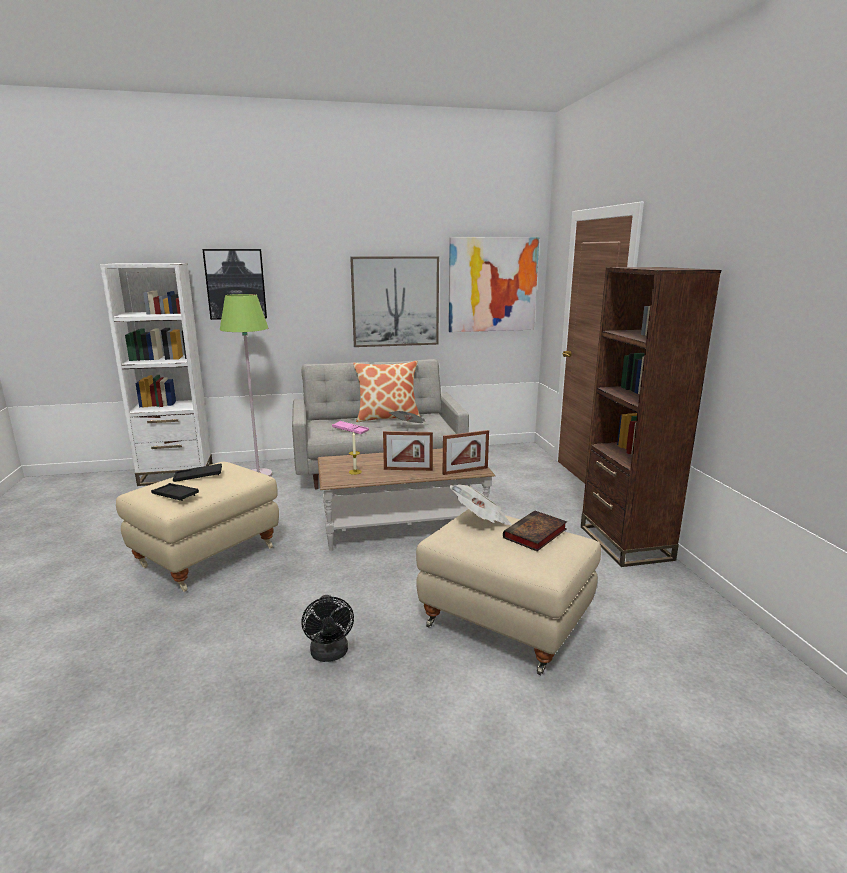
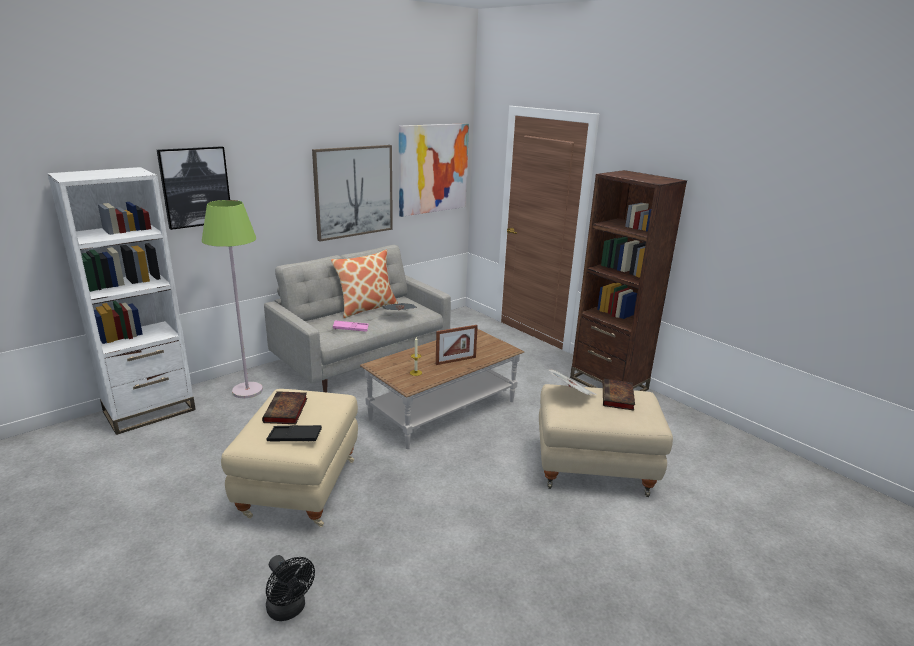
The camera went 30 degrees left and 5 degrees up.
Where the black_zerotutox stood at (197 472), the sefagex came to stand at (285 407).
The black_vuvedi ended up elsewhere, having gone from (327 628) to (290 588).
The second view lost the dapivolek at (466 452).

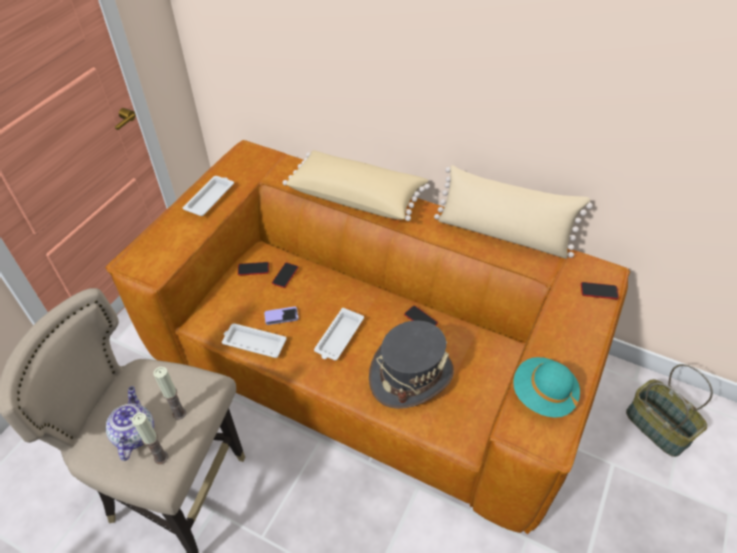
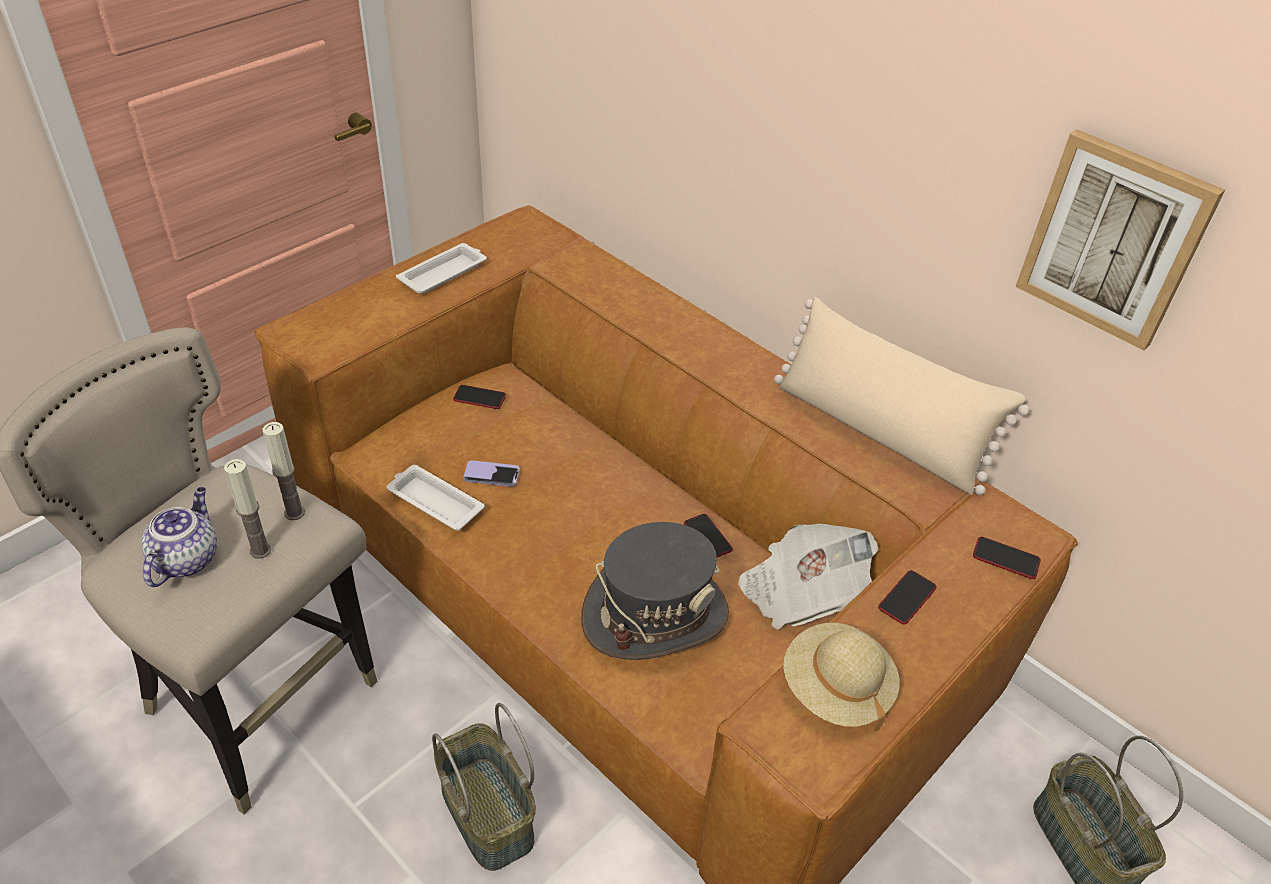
The camera went 15 degrees right and 5 degrees down.
The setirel ended up elsewhere, having gone from (150 438) to (283 471).
The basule ended up elsewhere, having gone from (285 275) to (907 597).
The second view lost the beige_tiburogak at (356 185).
The second view lost the white_zerotutox at (339 334).
What was the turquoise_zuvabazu at (546 387) turned into the beige_zuvabazu at (841 677).
The second view gained the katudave at (484 787).
The second view gained the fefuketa at (808 576).
The second view gained the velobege at (1120 240).

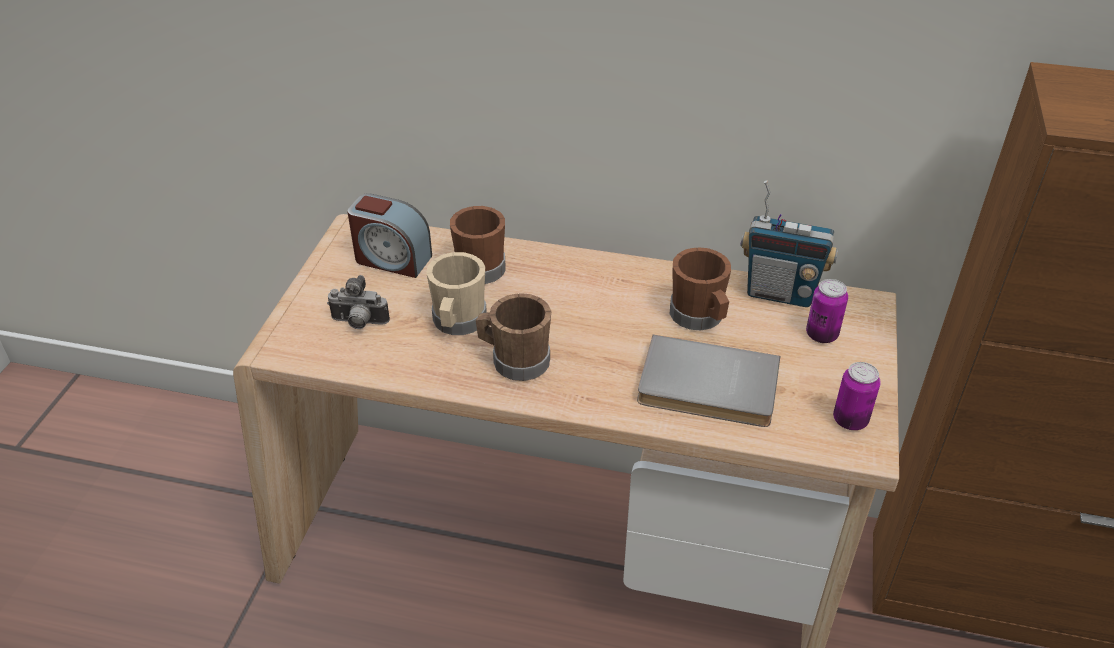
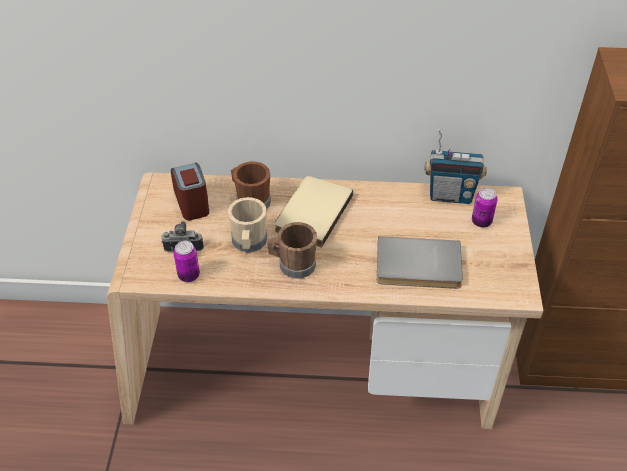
The camera went 10 degrees left and 5 degrees up.
The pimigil at (389 235) ended up facing another way, 120 degrees counterclockwise from before.
The second view lost the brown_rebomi at (700 288).
The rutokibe ended up elsewhere, having gone from (857 396) to (186 261).
The second view gained the beige_sefagex at (313 212).

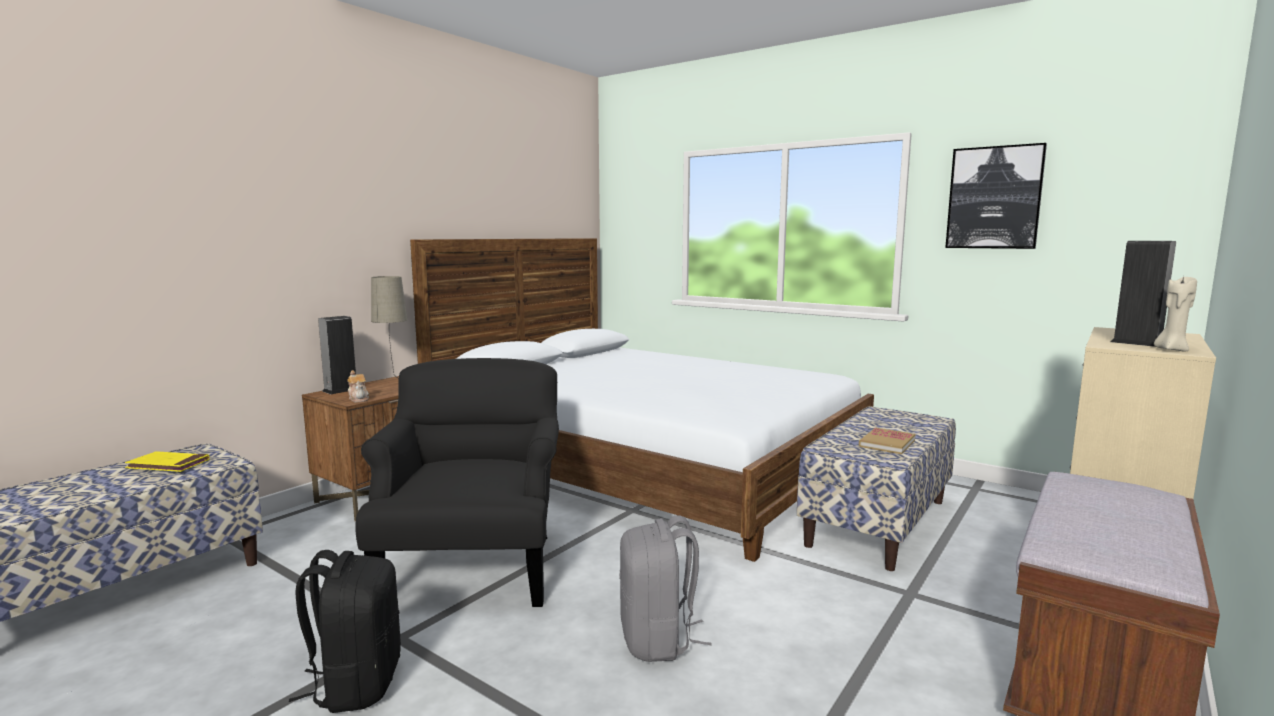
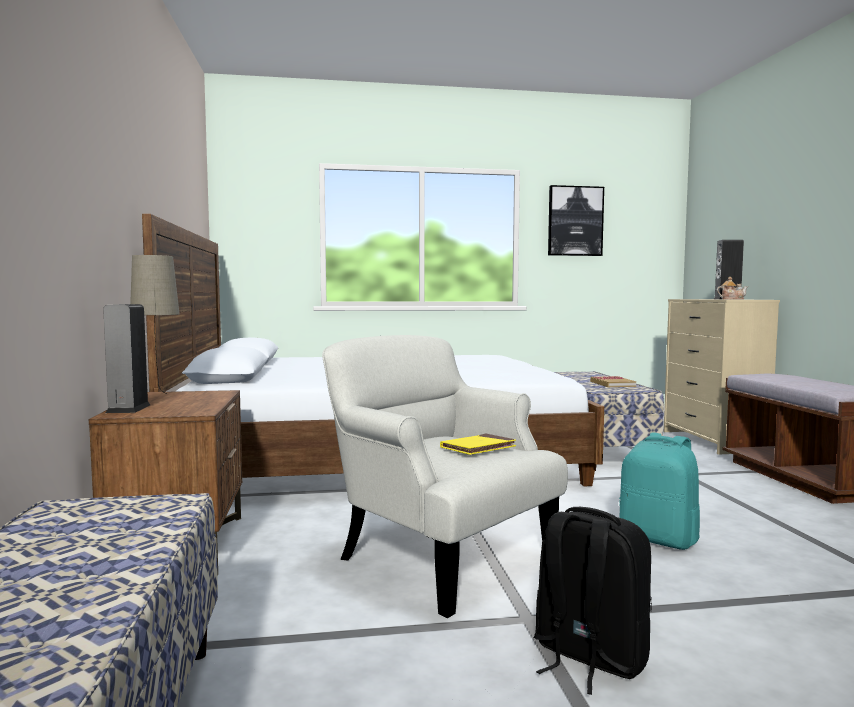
The camera went 45 degrees left and 5 degrees down.
The yellow_sefagex ended up elsewhere, having gone from (167 461) to (478 444).
The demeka ended up elsewhere, having gone from (358 386) to (732 288).
What was the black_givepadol at (457 482) turned into the white_givepadol at (445 476).
What was the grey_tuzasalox at (666 588) turned into the turquoise_tuzasalox at (659 491).
The second view lost the beige_setirel at (1175 314).

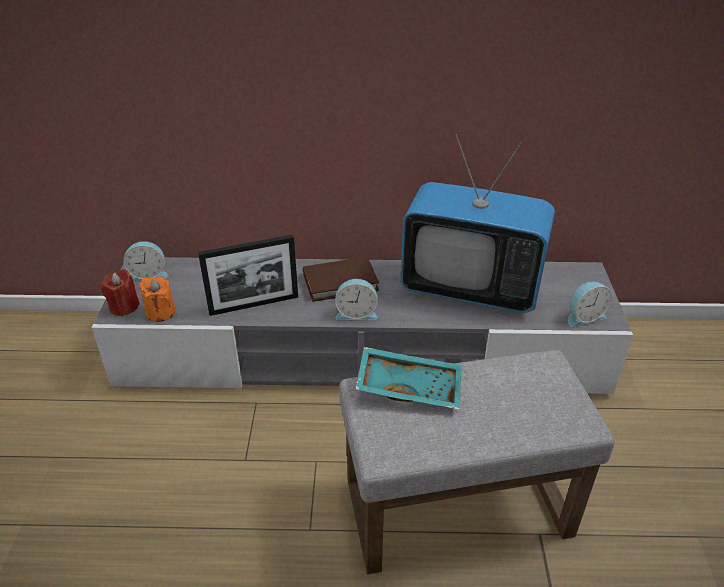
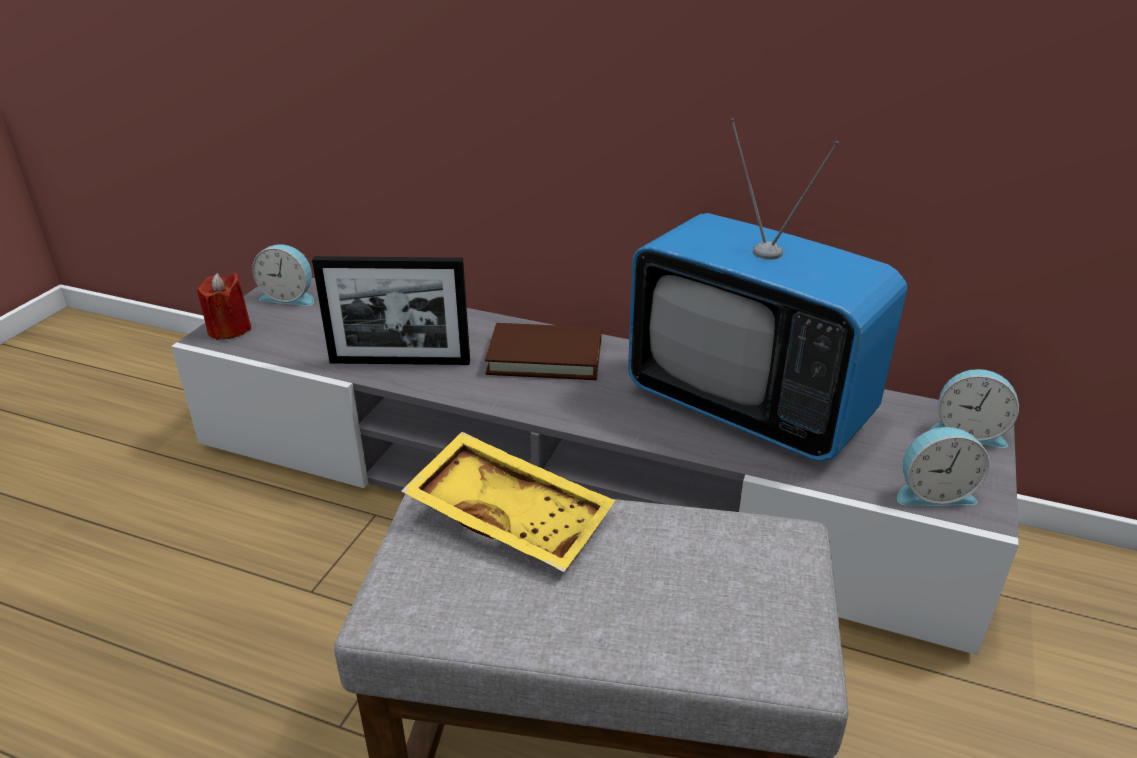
The camera went 20 degrees right and 5 degrees down.
The second view lost the orange_setirel at (157 299).
The pimigil ended up elsewhere, having gone from (356 299) to (974 408).
What was the turquoise_zerotutox at (409 378) turned into the yellow_zerotutox at (508 502).

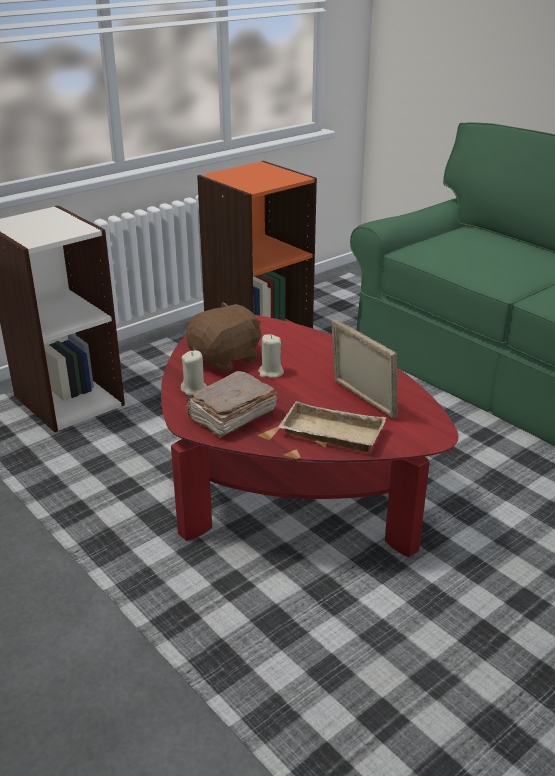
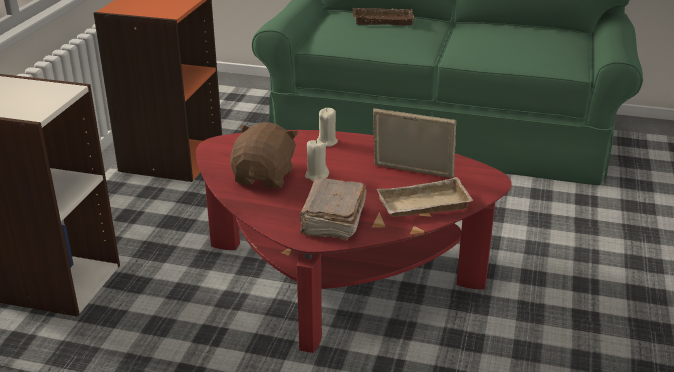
The camera went 35 degrees left and 0 degrees up.
The beige_setirel ended up elsewhere, having gone from (194 372) to (327 127).
The second view gained the brown_zerotutox at (384 16).

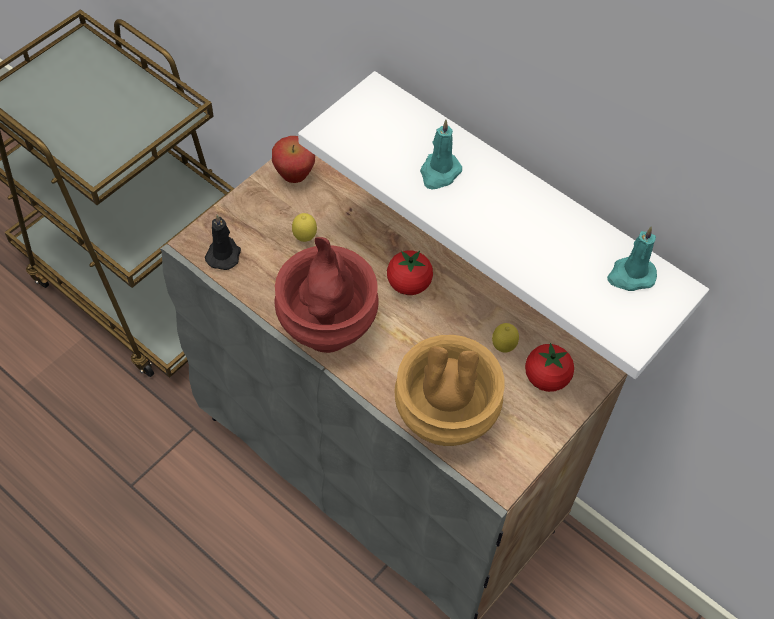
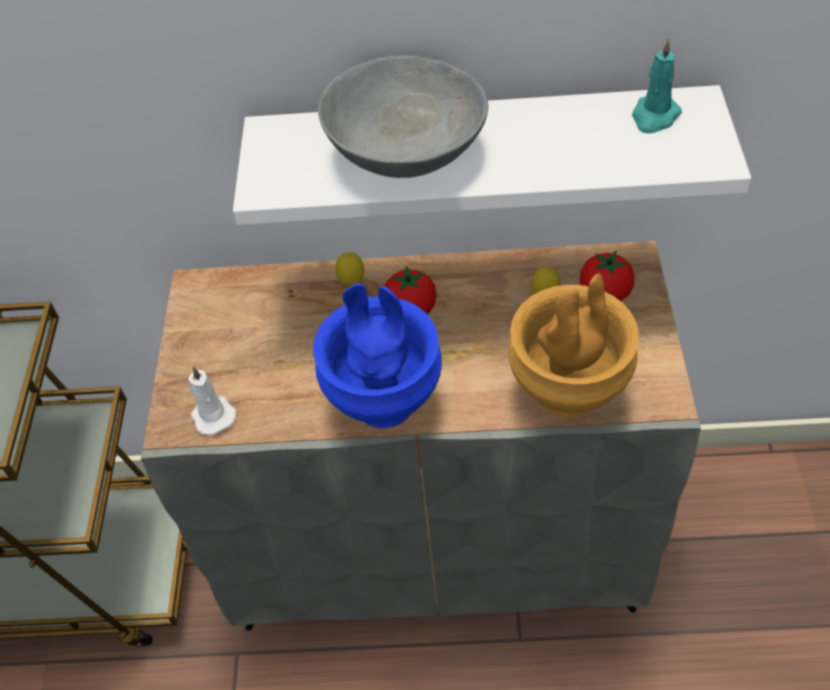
The camera went 35 degrees left and 5 degrees down.
What was the black_setirel at (223 242) turned into the white_setirel at (212 400).
The second view lost the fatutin at (293 159).
What was the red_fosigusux at (327 295) turned into the blue_fosigusux at (377 355).
The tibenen ended up elsewhere, having gone from (304 227) to (350 269).
Where the turquoise_setirel stood at (441 155), the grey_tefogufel came to stand at (403 116).

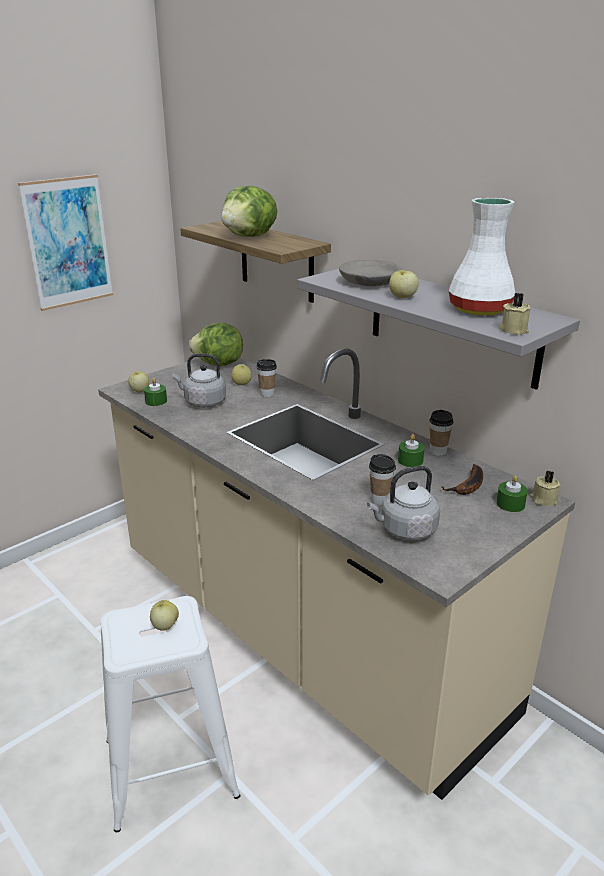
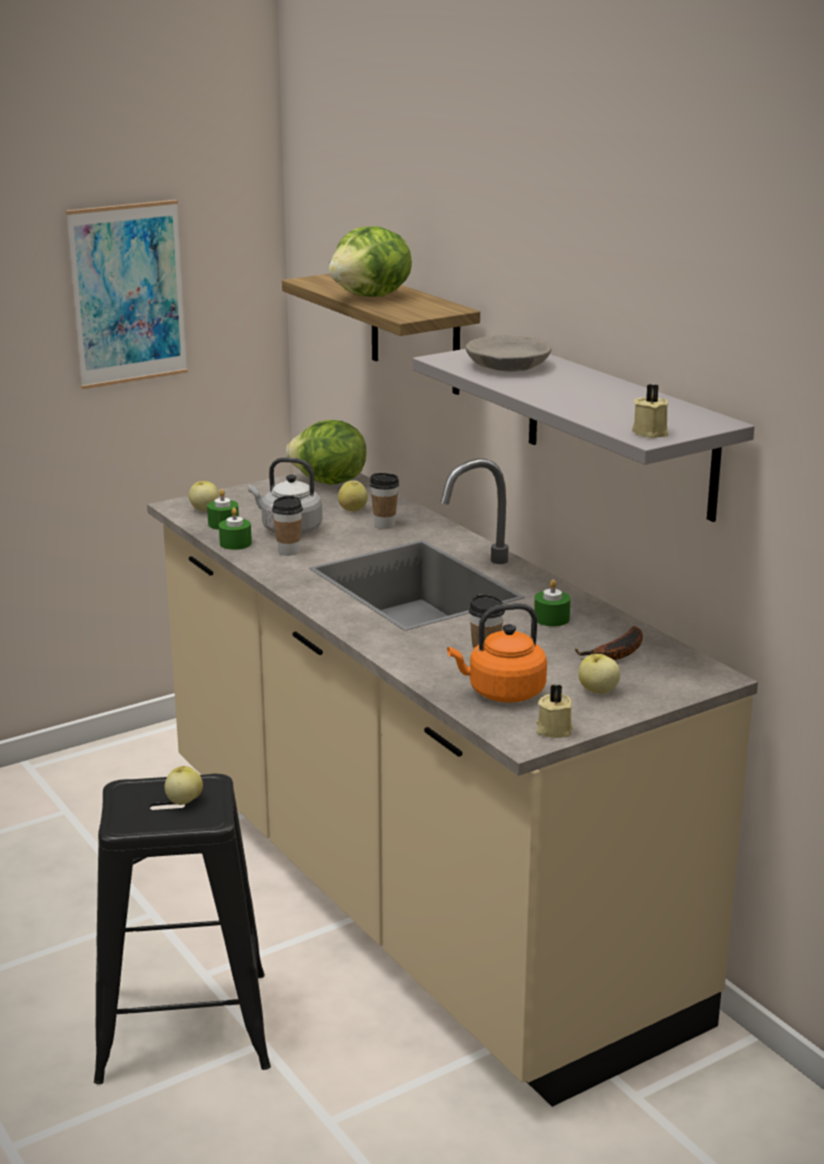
The camera went 10 degrees right and 5 degrees down.
What was the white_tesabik at (170 714) turned into the black_tesabik at (182 929).
What was the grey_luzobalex at (403 503) turned into the orange_luzobalex at (497 652).
The fatutin ended up elsewhere, having gone from (404 284) to (599 674).
The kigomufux ended up elsewhere, having gone from (441 433) to (287 526).
The second view lost the white_fosigusux at (482 256).
The green_setirel ended up elsewhere, having gone from (512 494) to (235 529).
The beige_setirel ended up elsewhere, having gone from (545 488) to (554 711).

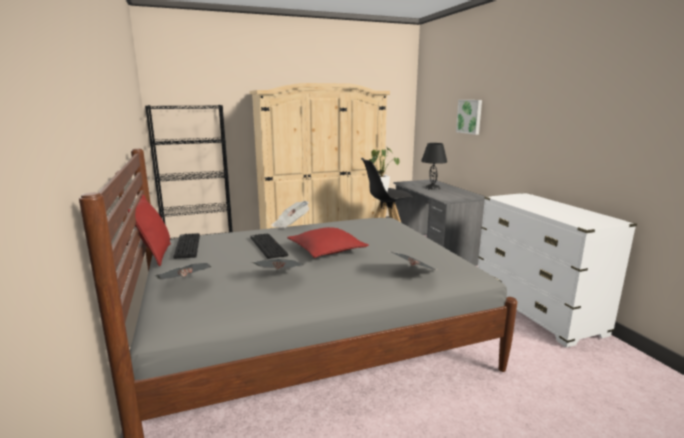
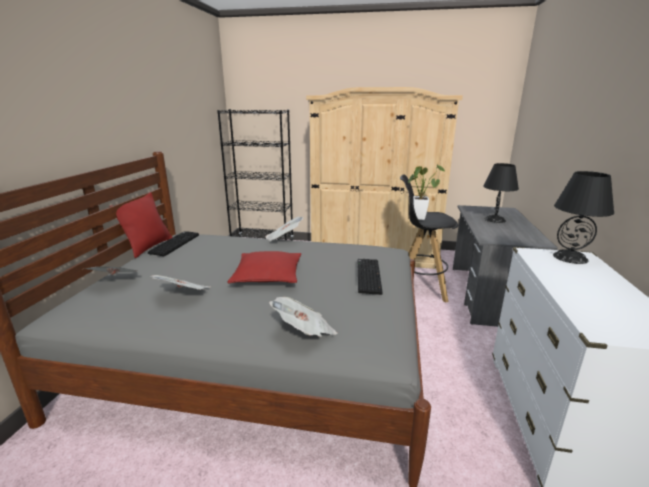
The camera went 30 degrees right and 5 degrees up.
The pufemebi ended up elsewhere, having gone from (269 246) to (370 277).
The second view lost the velobege at (469 117).
The second view gained the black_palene at (583 217).

